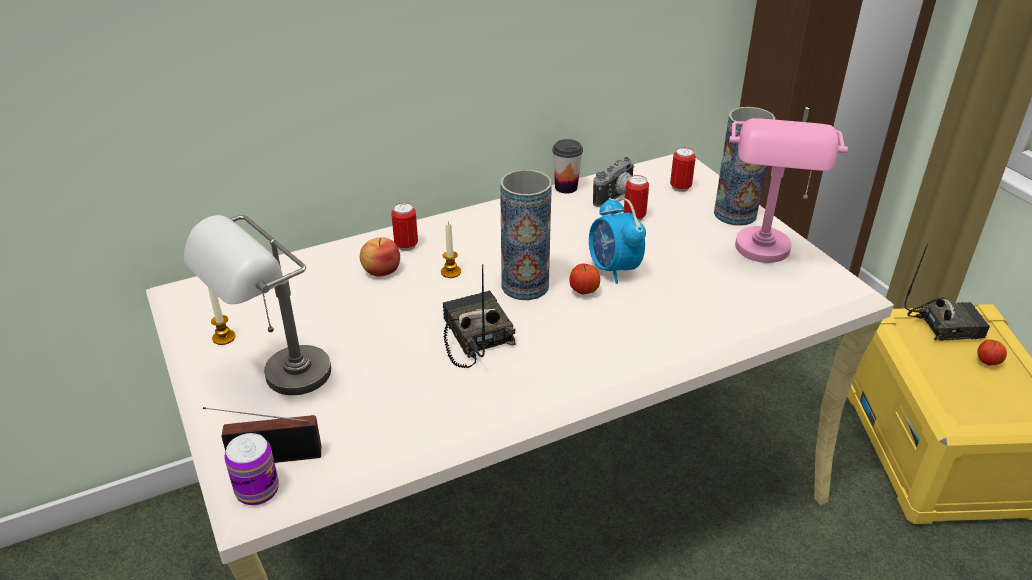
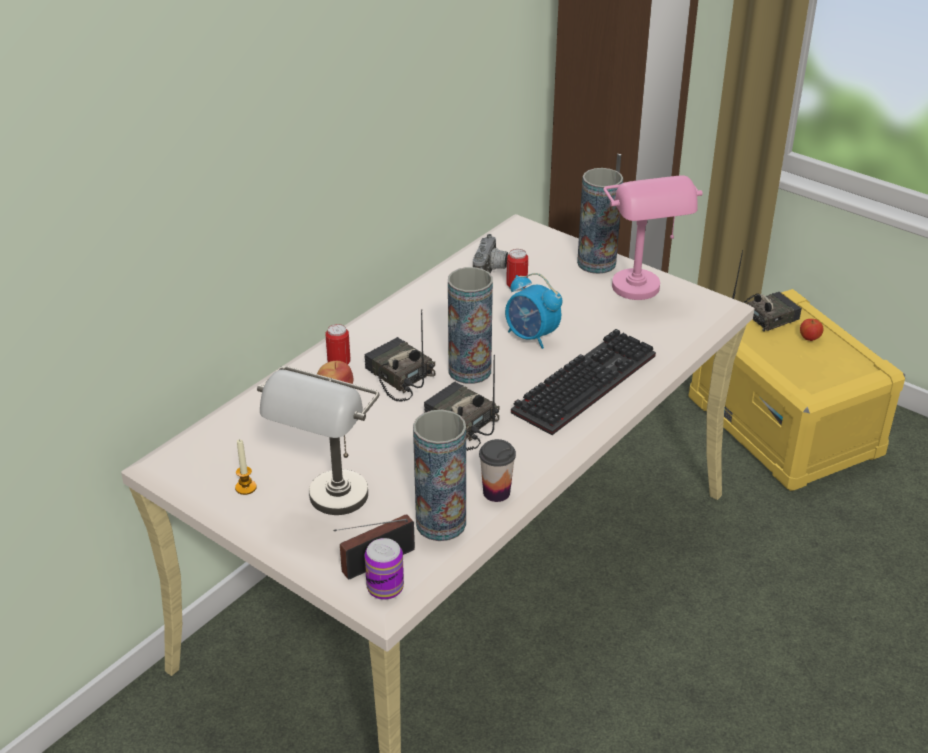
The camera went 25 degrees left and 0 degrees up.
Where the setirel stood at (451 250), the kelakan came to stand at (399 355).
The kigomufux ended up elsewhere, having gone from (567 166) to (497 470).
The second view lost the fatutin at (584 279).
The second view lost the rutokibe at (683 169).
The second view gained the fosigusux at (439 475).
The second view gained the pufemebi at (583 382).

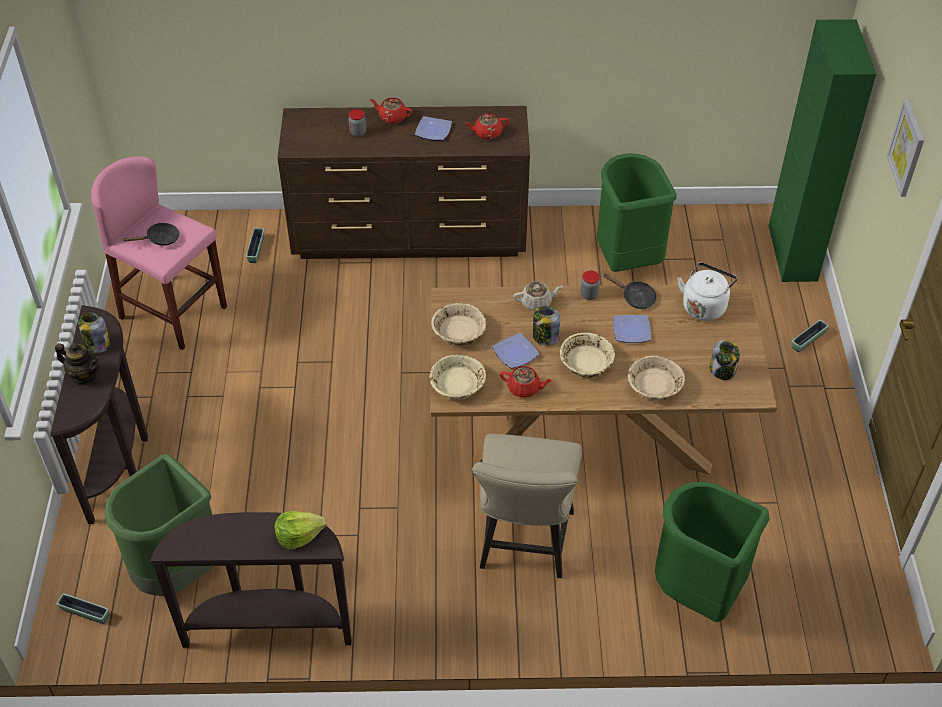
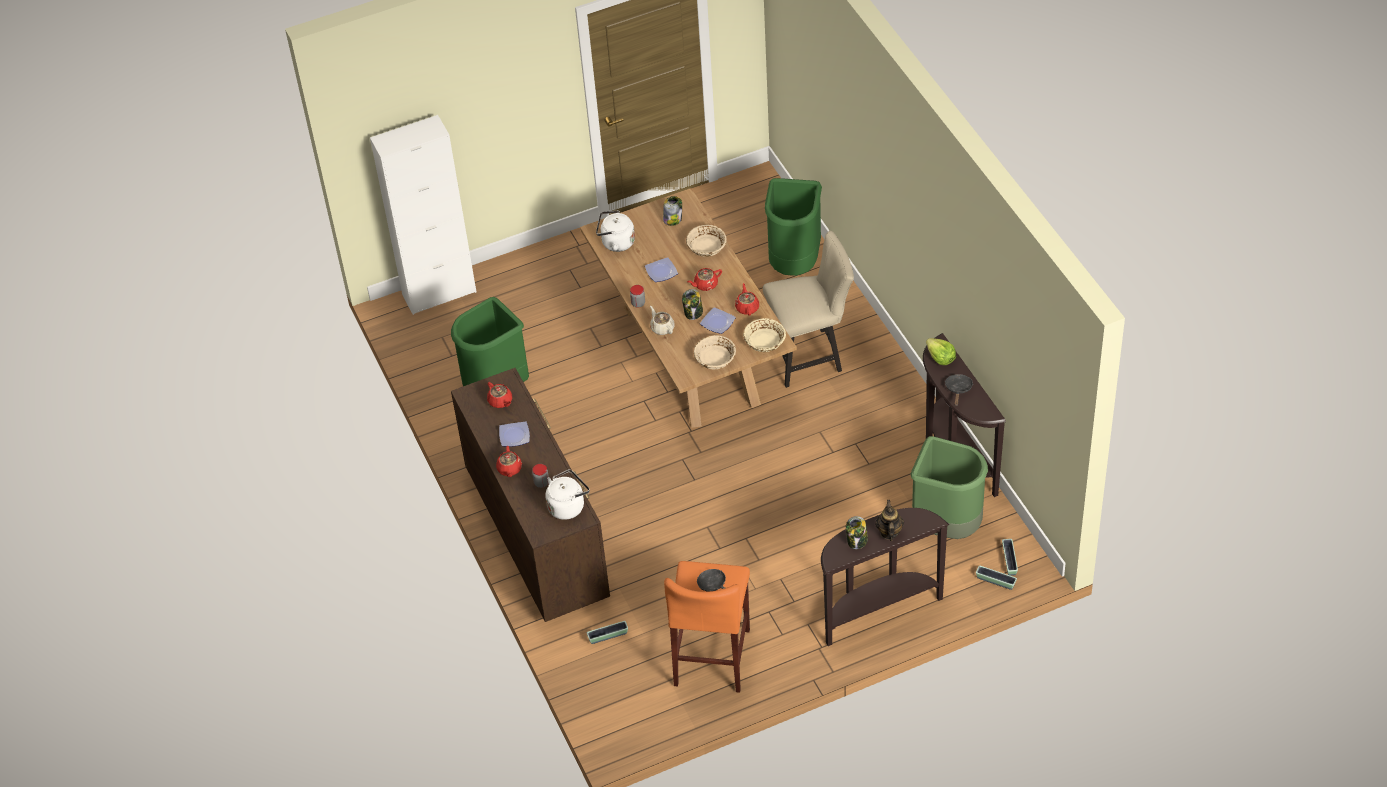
The camera went 110 degrees left and 0 degrees up.
What was the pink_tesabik at (159 253) turned into the orange_tesabik at (707 627).
Where the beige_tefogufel stood at (587 355), the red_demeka came to stand at (704 279).
The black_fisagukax ended up elsewhere, having gone from (630 291) to (959 390).
What was the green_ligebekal at (822 150) turned into the white_ligebekal at (423 215).
The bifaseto ended up elsewhere, having gone from (810 336) to (996 577).
The second view lost the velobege at (905 148).
The second view gained the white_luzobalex at (567 495).

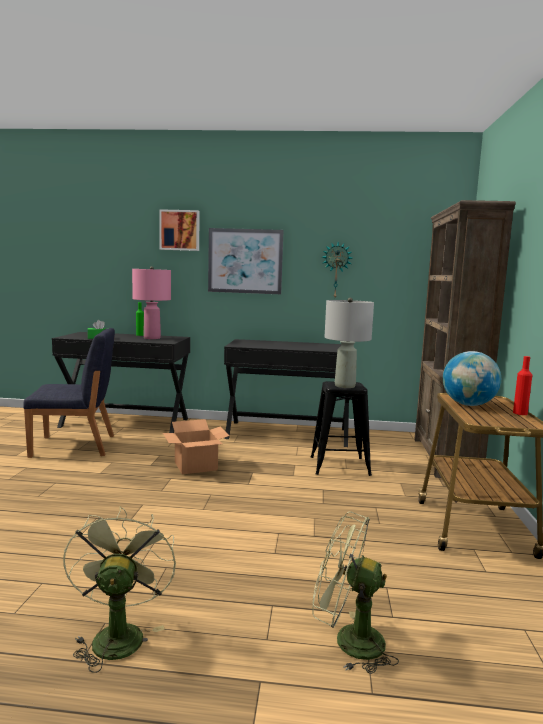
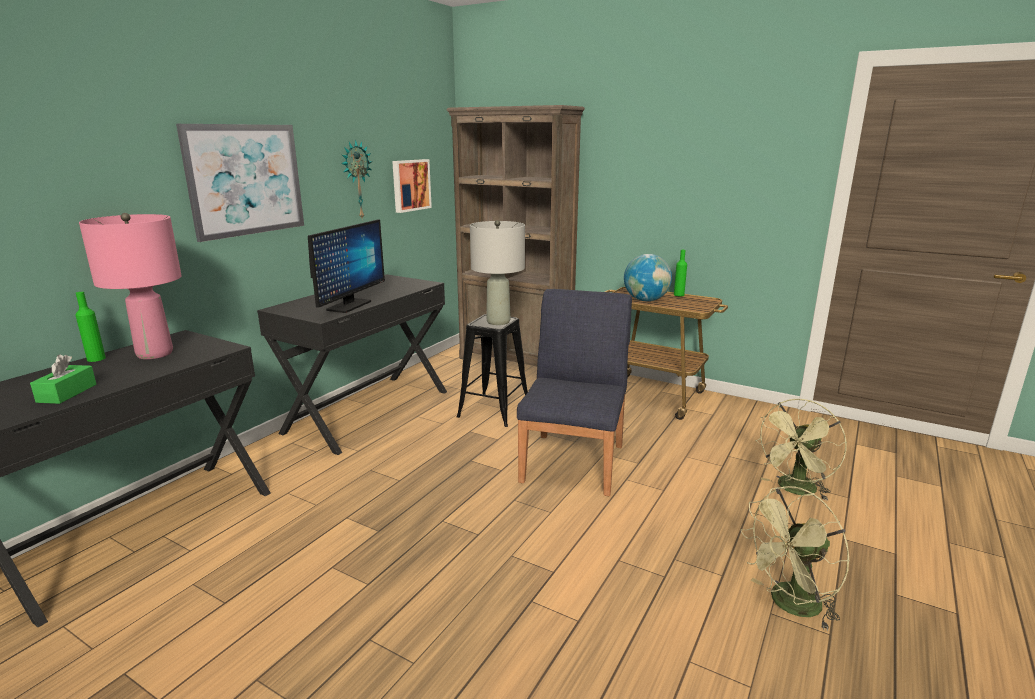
The camera went 65 degrees left and 10 degrees up.
The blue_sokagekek ended up elsewhere, having gone from (69 393) to (574 392).
The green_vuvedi at (119 589) ended up facing another way, 45 degrees counterclockwise from before.
The velobege ended up elsewhere, having gone from (179 230) to (412 186).
The second view lost the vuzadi at (196 446).
What was the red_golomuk at (522 385) turned into the green_golomuk at (680 273).
The second view gained the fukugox at (346 266).

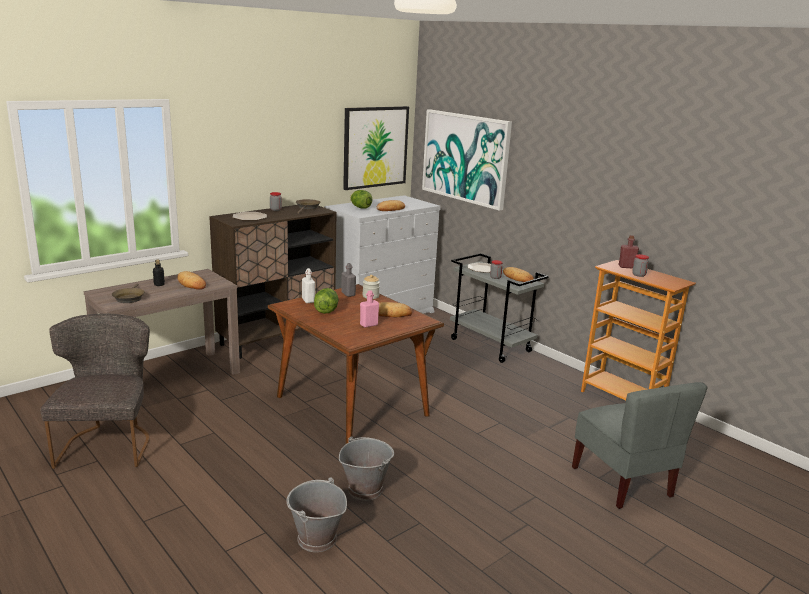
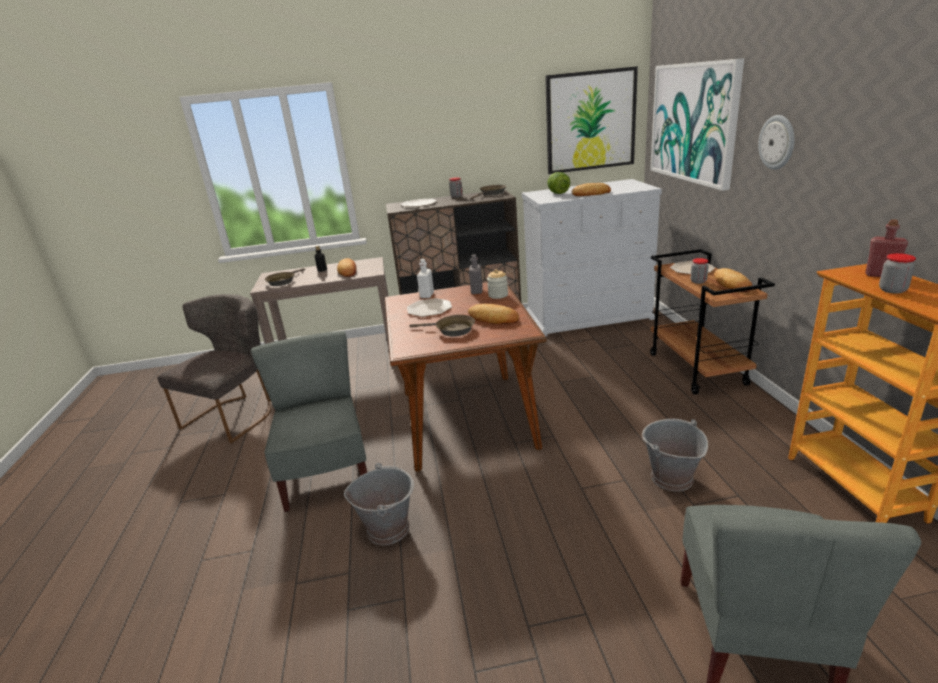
The camera went 35 degrees right and 5 degrees up.
The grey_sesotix ended up elsewhere, having gone from (316 515) to (675 455).
Where the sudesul stood at (326 301), the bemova came to stand at (429 307).
Where the pink_golomuk stood at (369 309), the brown_fisagukax came to stand at (442 326).
What was the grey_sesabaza at (499 308) turned into the brown_sesabaza at (712 322).
The second view gained the grey_sokagekek at (309 421).
The second view gained the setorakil at (776 142).

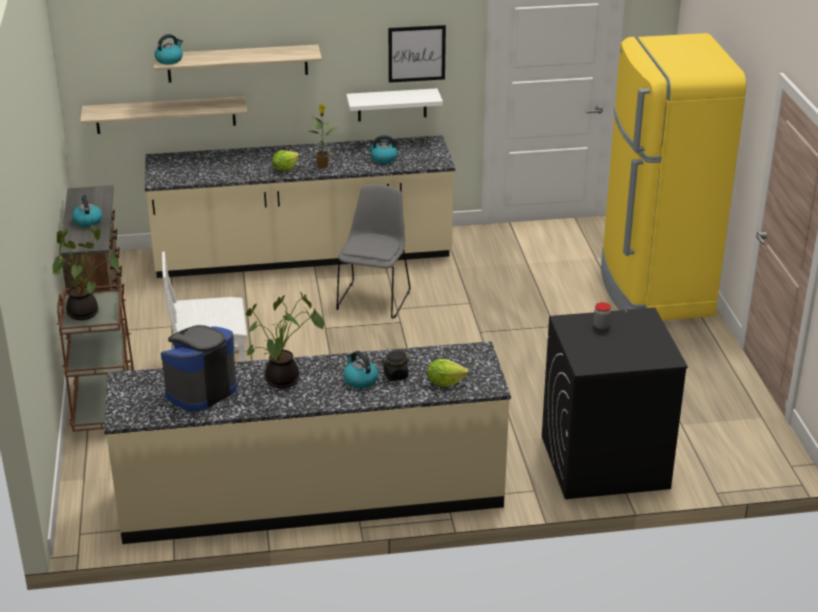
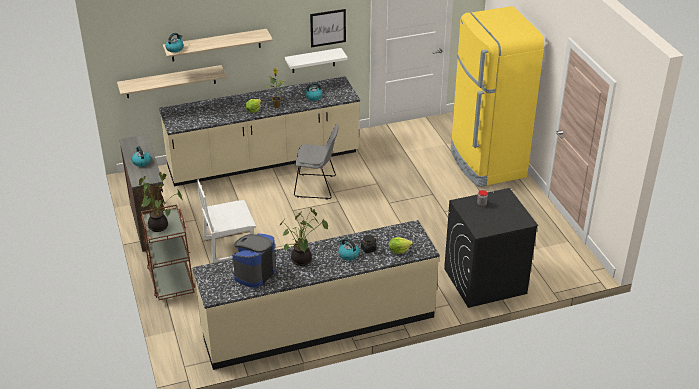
The camera went 10 degrees left and 5 degrees up.
The grey_sokagekek at (373 252) ended up facing another way, 90 degrees clockwise from before.

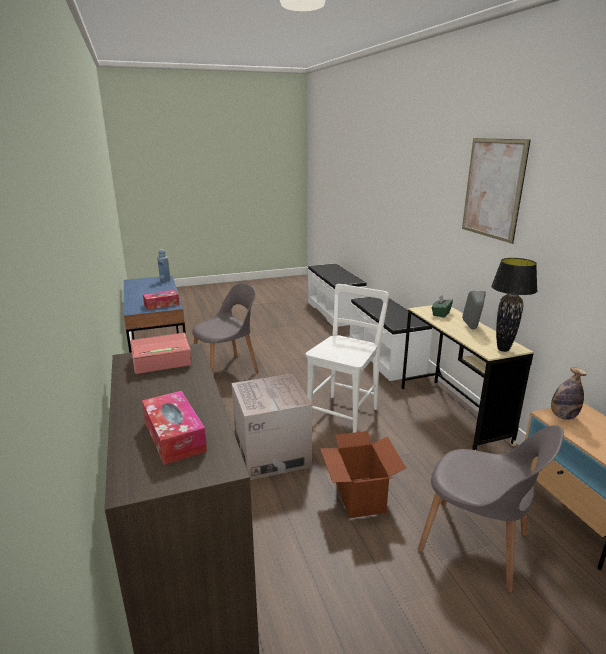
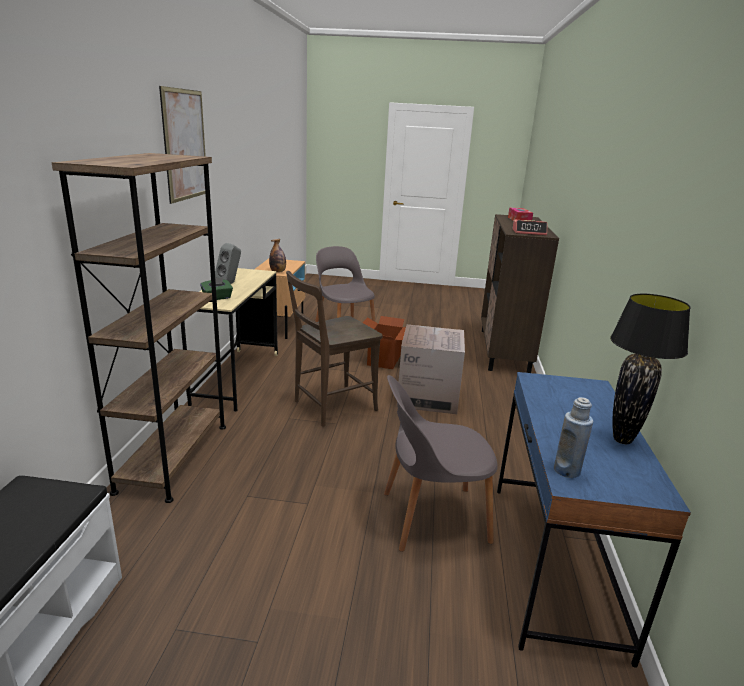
The camera went 155 degrees left and 0 degrees up.
The second view lost the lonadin at (161 300).
What was the white_sokagekek at (347 358) turned into the brown_sokagekek at (334 349).
Where the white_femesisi stood at (391 339), the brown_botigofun came to stand at (139 328).
The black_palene ended up elsewhere, having gone from (514 305) to (650 369).

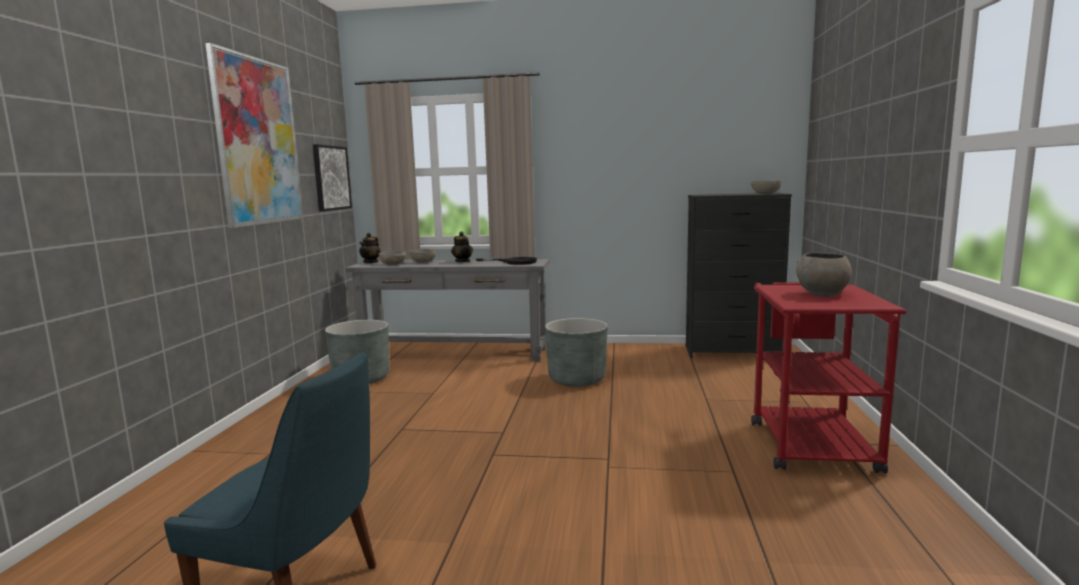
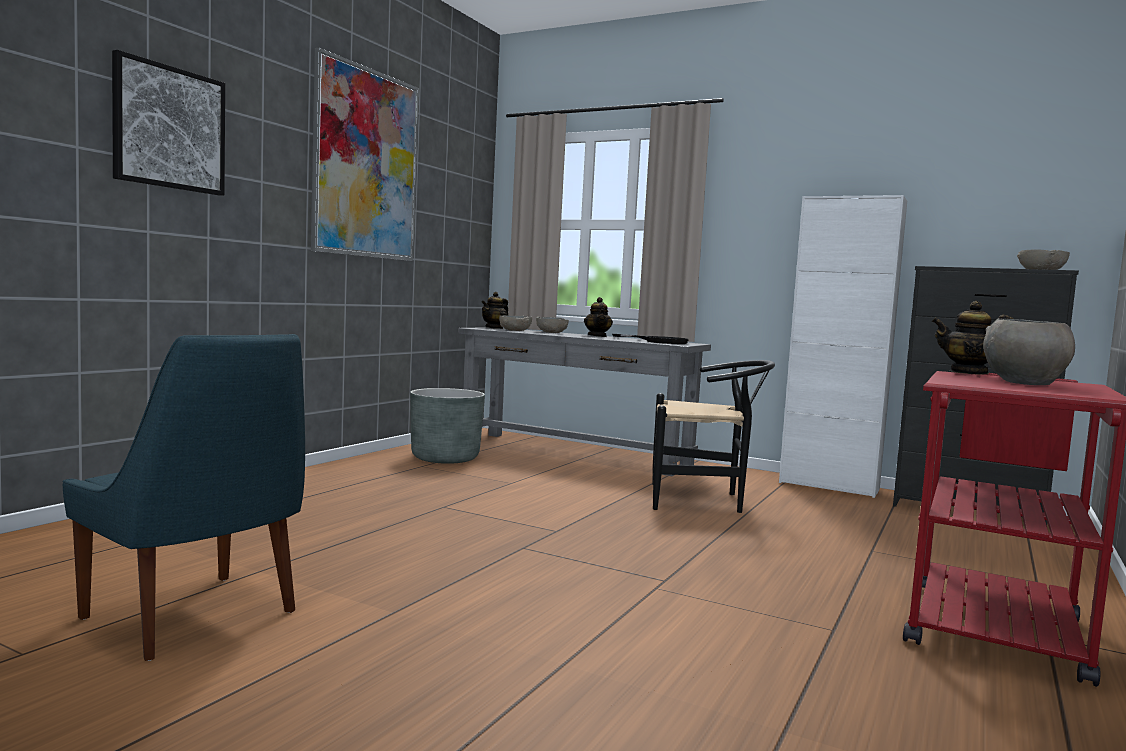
The camera went 20 degrees right and 5 degrees down.
The velobege ended up elsewhere, having gone from (332 178) to (168 123).
Where the grey_bifaseto stood at (576 352), the black_sokagekek came to stand at (713 436).
The second view gained the white_ligebekal at (843 346).
The second view gained the demeka at (972 338).

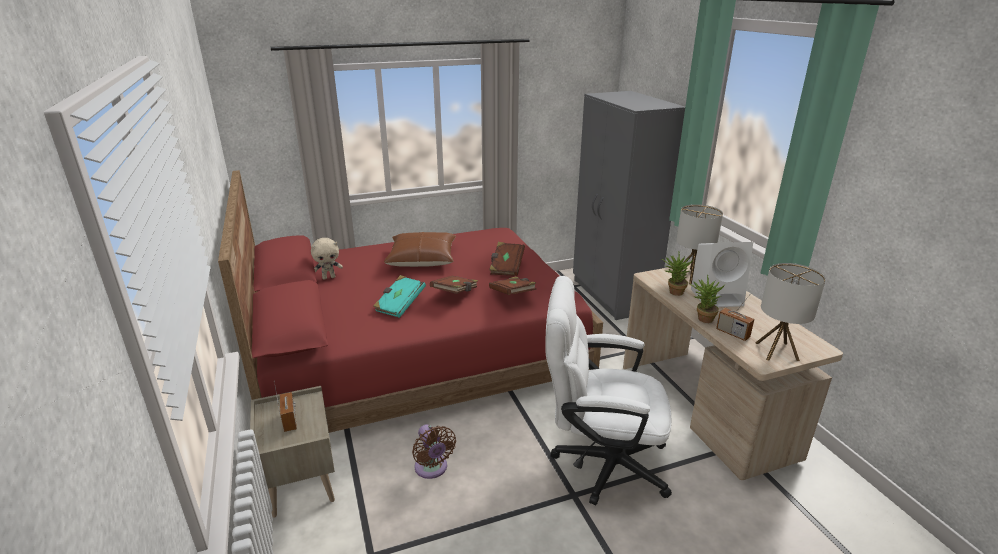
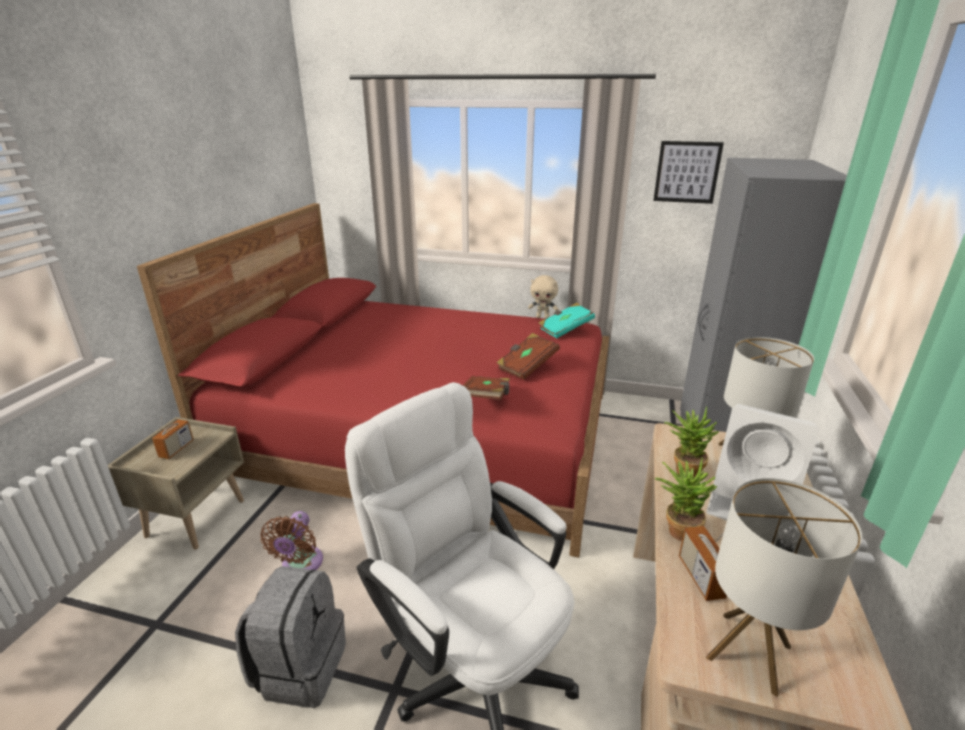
The camera went 35 degrees right and 0 degrees up.
The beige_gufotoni ended up elsewhere, having gone from (327 259) to (543 297).
The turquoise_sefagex ended up elsewhere, having gone from (399 296) to (567 321).
The second view lost the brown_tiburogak at (420 249).
The second view lost the brown_sefagex at (454 285).
The second view gained the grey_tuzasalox at (290 637).
The second view gained the velobege at (688 172).

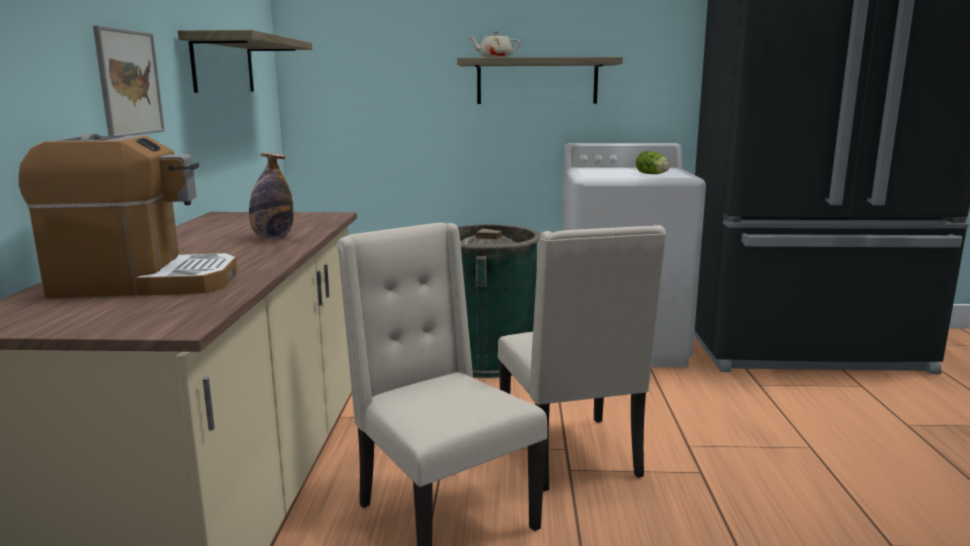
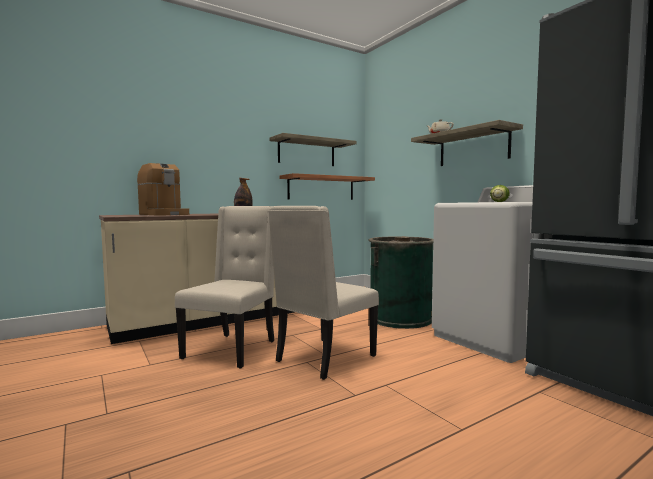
The camera went 55 degrees right and 10 degrees down.
The second view lost the velobege at (129 81).
The second view gained the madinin at (327 186).

